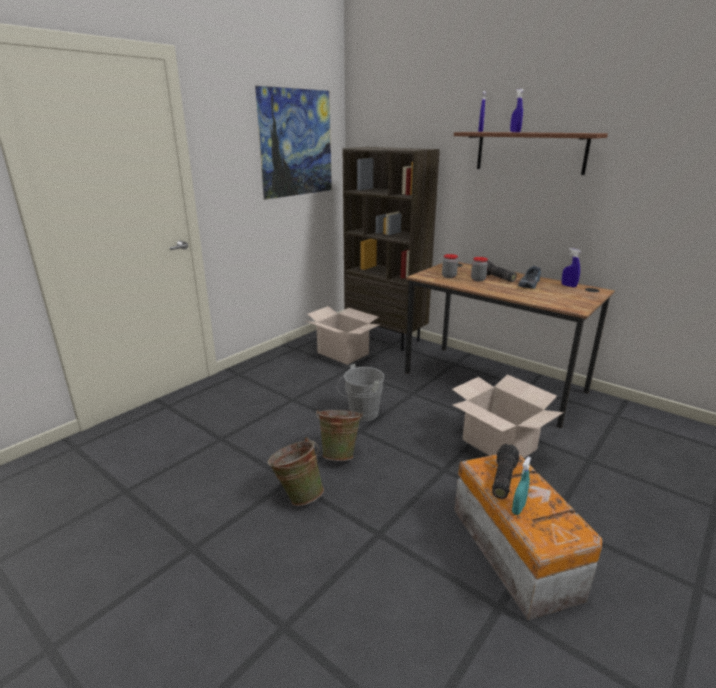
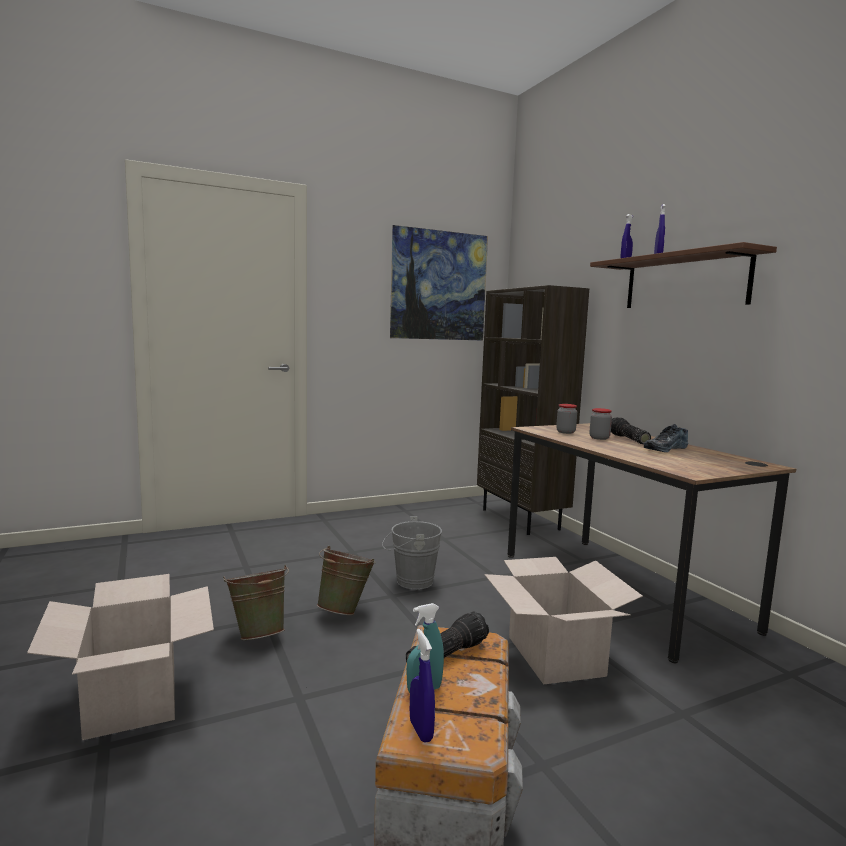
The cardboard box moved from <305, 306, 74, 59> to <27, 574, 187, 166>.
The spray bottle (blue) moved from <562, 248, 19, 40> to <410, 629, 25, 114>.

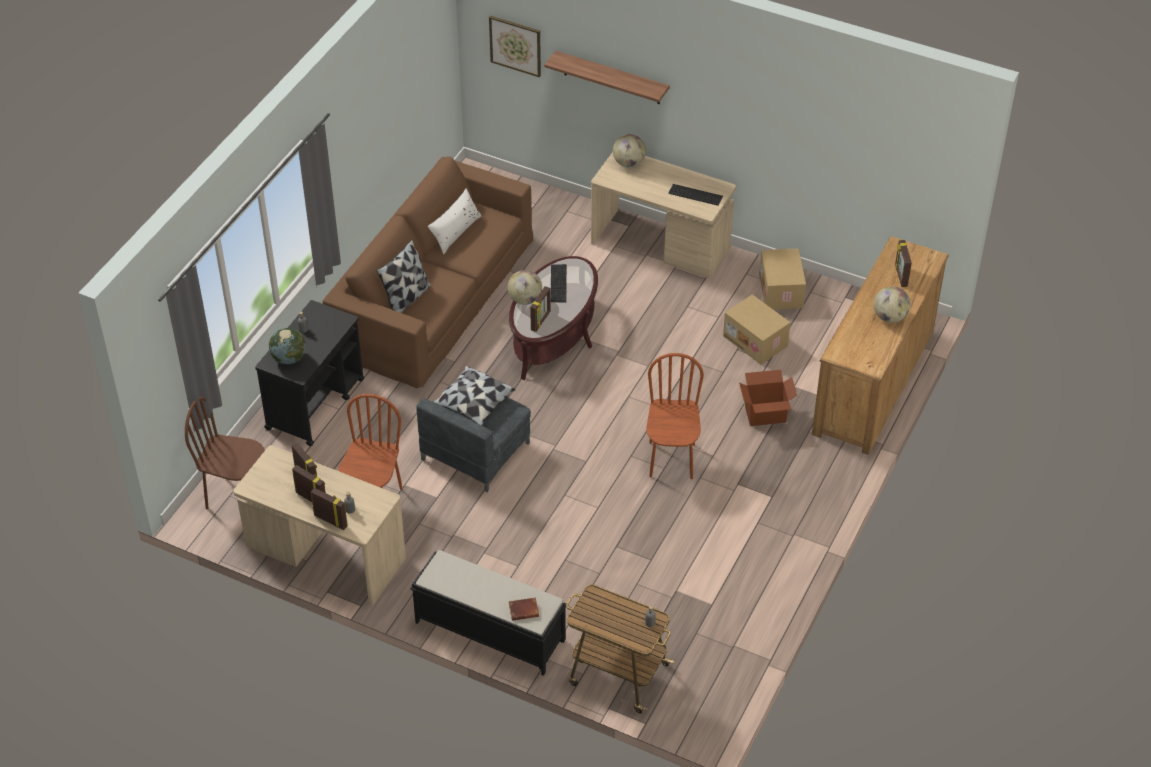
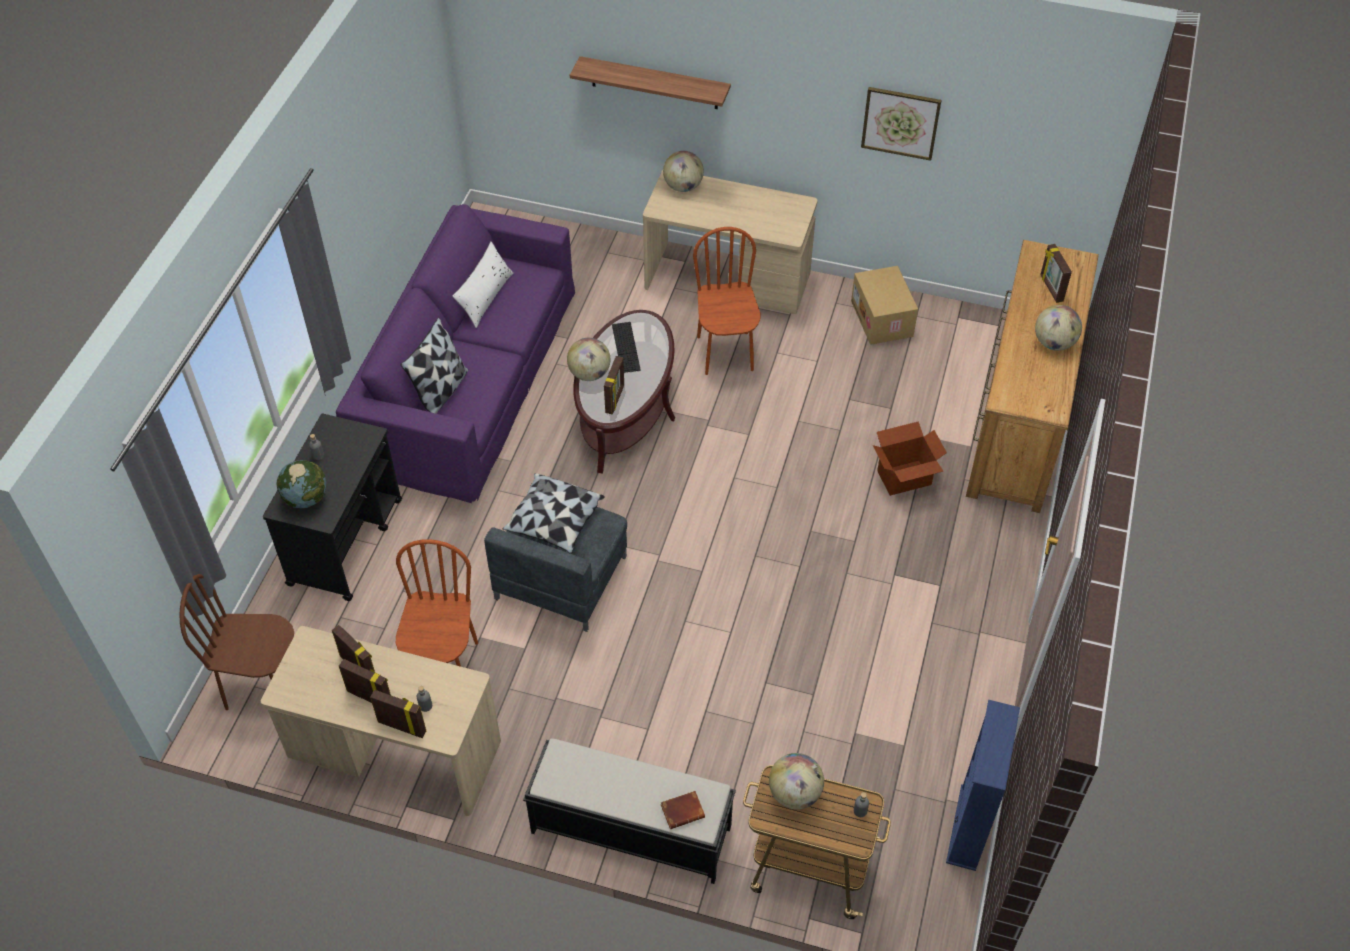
The sofa (brown) at <322, 156, 211, 233> became the sofa (purple) at <336, 204, 239, 299>.
The picture moved from <489, 15, 52, 62> to <861, 87, 81, 74>.
The chair (brown) moved from <646, 353, 58, 126> to <693, 227, 67, 148>.
The keyboard at <668, 184, 55, 22> disappeared.
The cardboard box at <723, 294, 67, 71> disappeared.
The globe at <769, 753, 55, 56> appeared.
The bookcase (blue) at <946, 700, 74, 171> appeared.

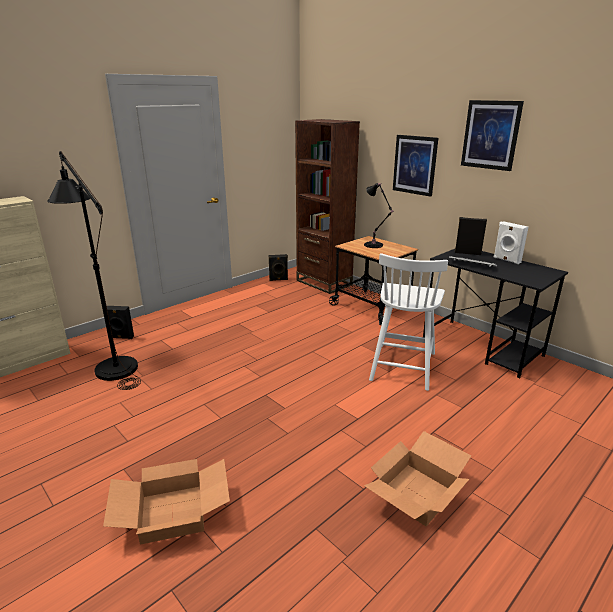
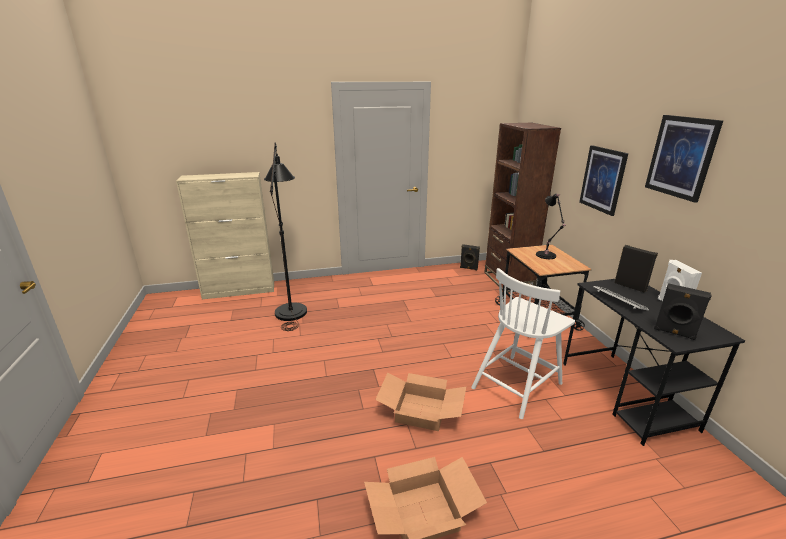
The cardboard box moved from <103, 459, 127, 85> to <375, 373, 91, 58>.
The speaker (black) moved from <107, 306, 27, 33> to <654, 283, 58, 57>.

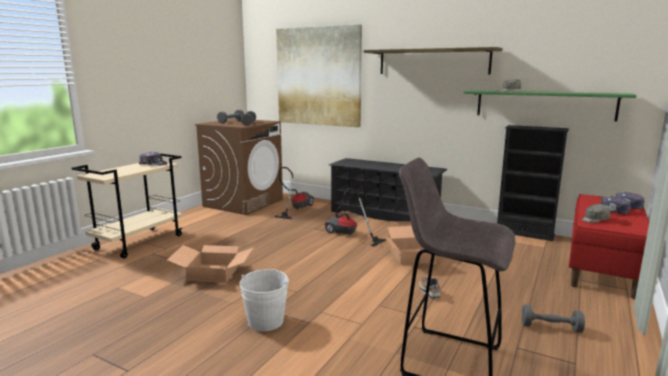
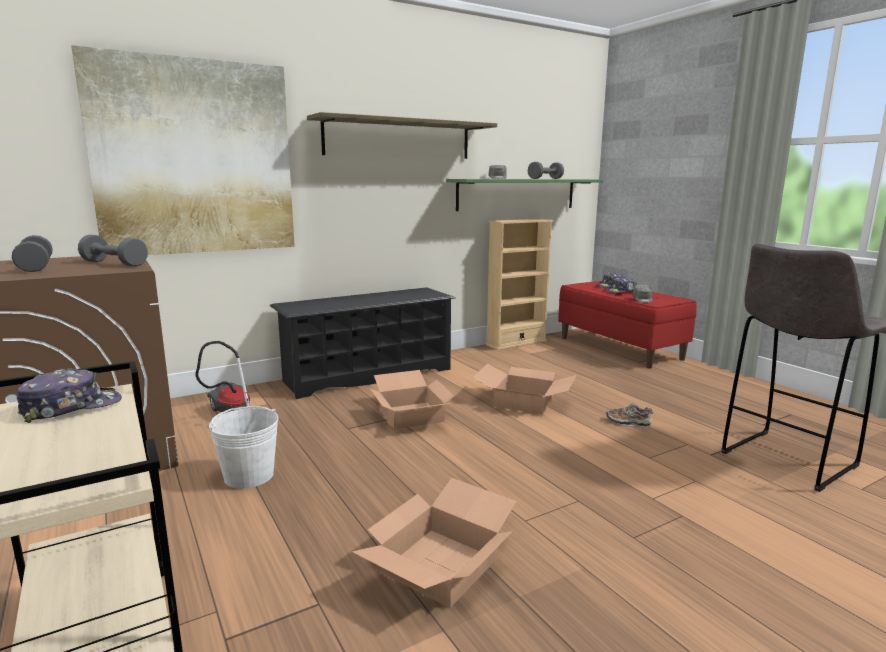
The bucket (white) moved from <239, 269, 50, 62> to <209, 406, 70, 83>.
The vacuum cleaner at <325, 188, 61, 59> was replaced by the cardboard box at <370, 370, 84, 59>.
The bookcase (black) at <497, 125, 72, 116> became the bookcase (beige) at <486, 219, 67, 131>.
The dumbbell (grey) moved from <522, 305, 63, 28> to <528, 162, 36, 17>.

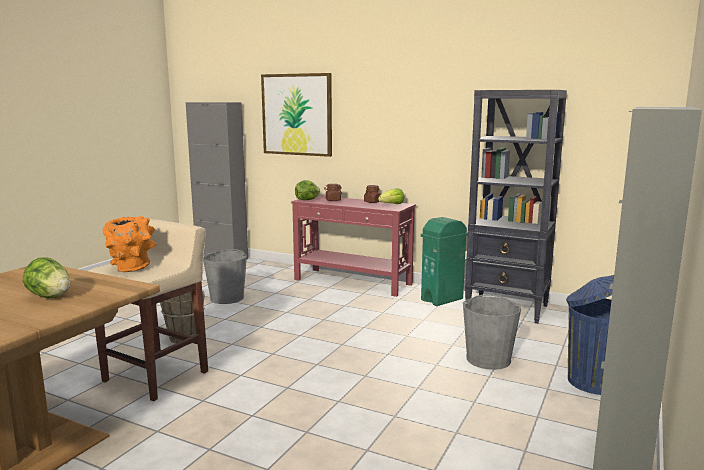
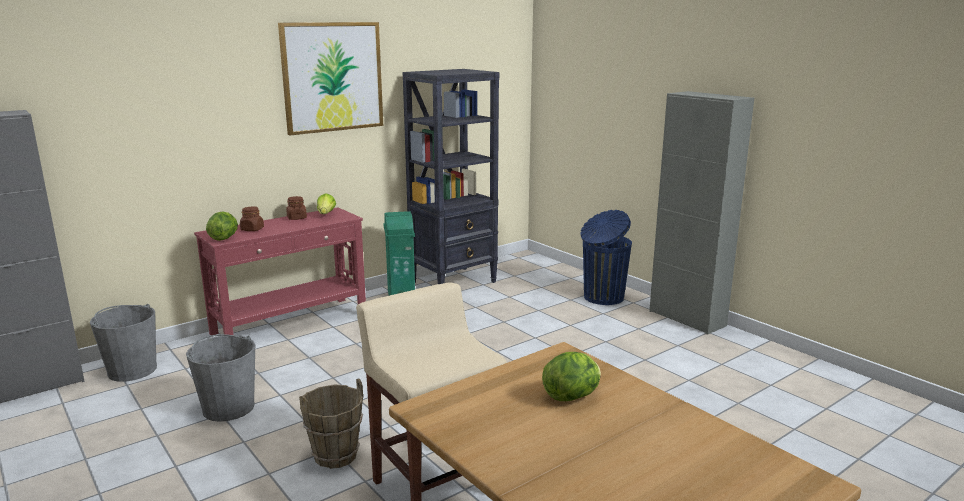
The vase (orange) at <103, 216, 53, 56> disappeared.
The picture moved from <261, 73, 71, 84> to <278, 22, 105, 113>.
The bucket (grey) moved from <463, 294, 58, 76> to <90, 304, 67, 78>.

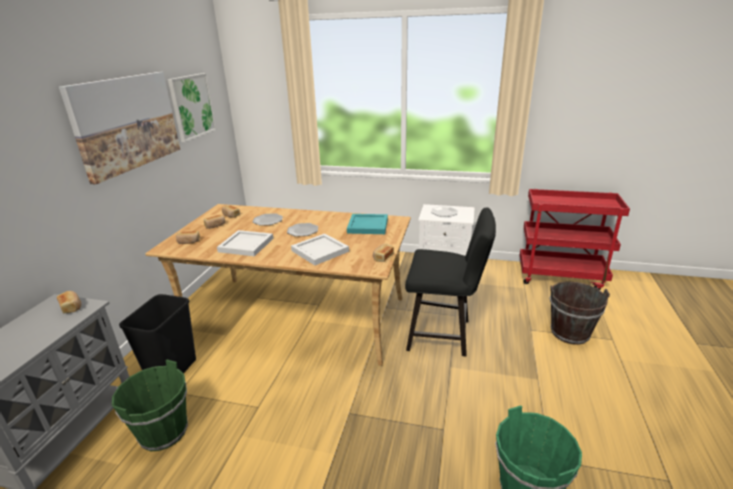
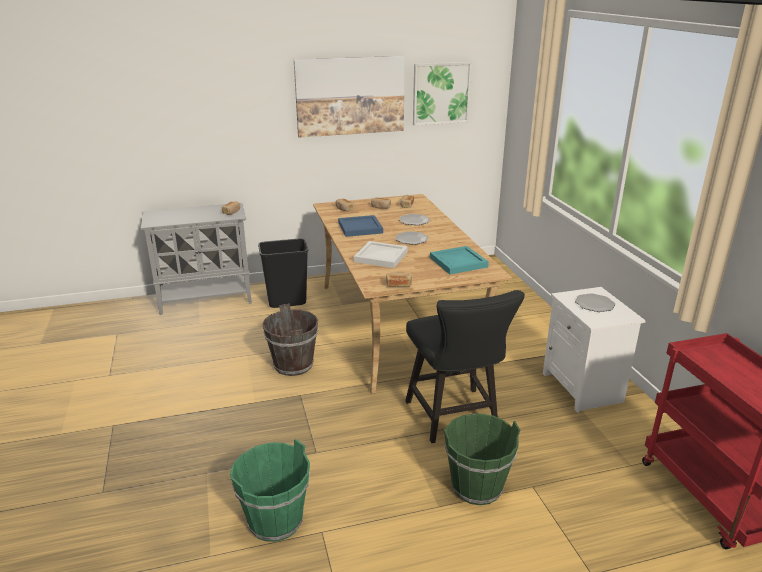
The bucket (green) moved from <112, 359, 76, 92> to <444, 413, 76, 92>.
The tray (white) at <217, 230, 56, 26> became the tray (blue) at <338, 215, 45, 22>.
The bucket (brown) moved from <550, 282, 60, 63> to <262, 304, 57, 72>.

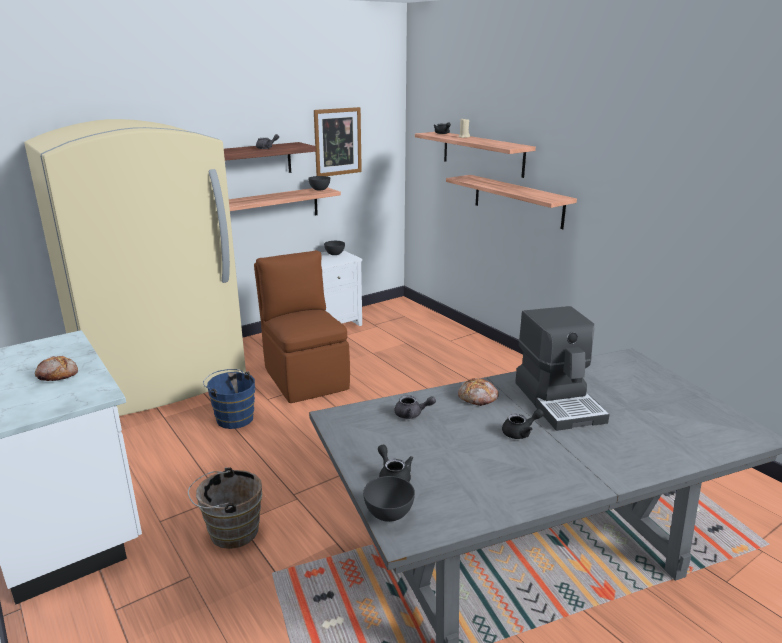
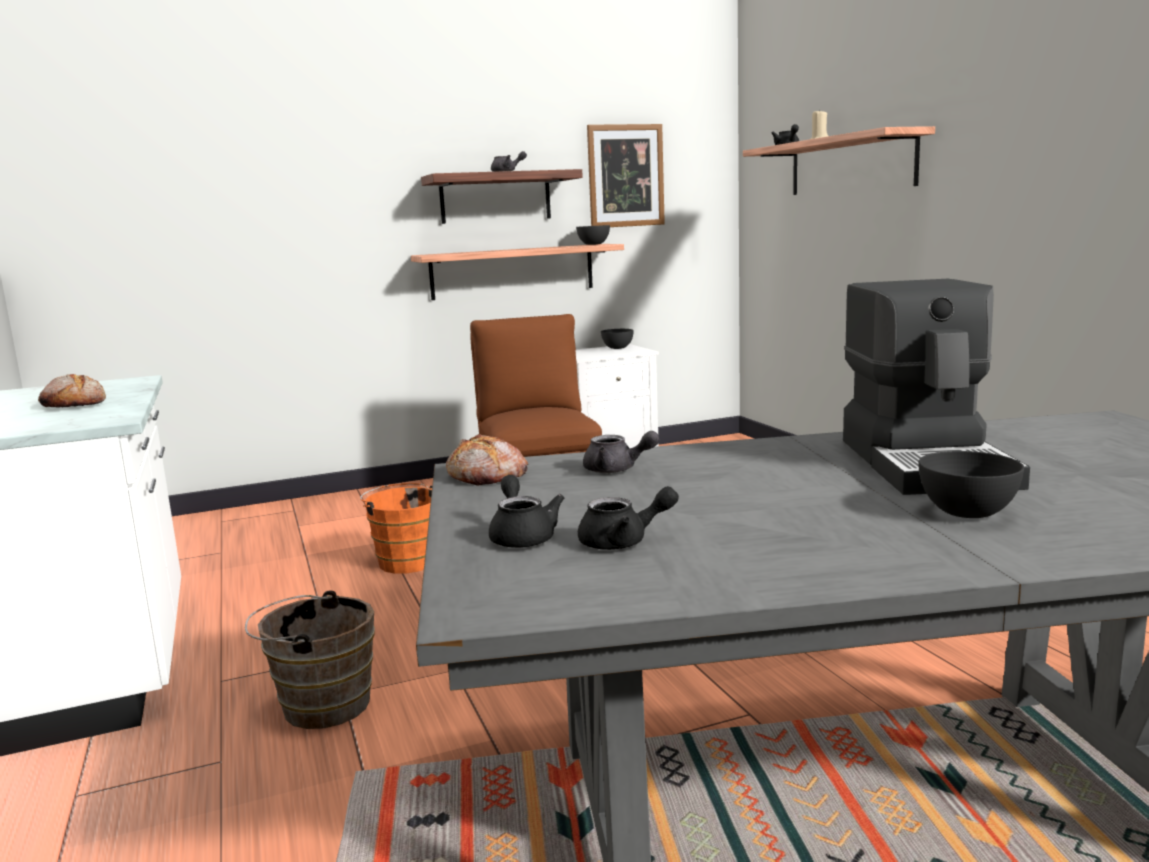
The fridge (beige) at <24, 119, 222, 297> disappeared.
The bucket (blue) at <203, 369, 52, 60> became the bucket (orange) at <360, 483, 72, 91>.
The bowl (grey) moved from <363, 476, 52, 46> to <919, 451, 105, 67>.
The shelf at <446, 175, 131, 54> disappeared.
The bread moved from <458, 378, 41, 28> to <446, 434, 82, 52>.
The teapot (black) moved from <502, 409, 42, 30> to <578, 486, 101, 64>.

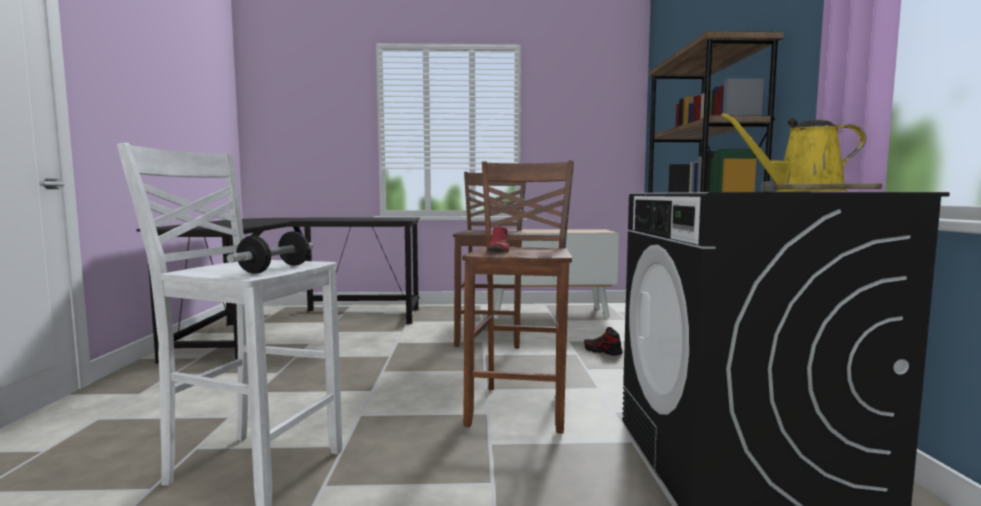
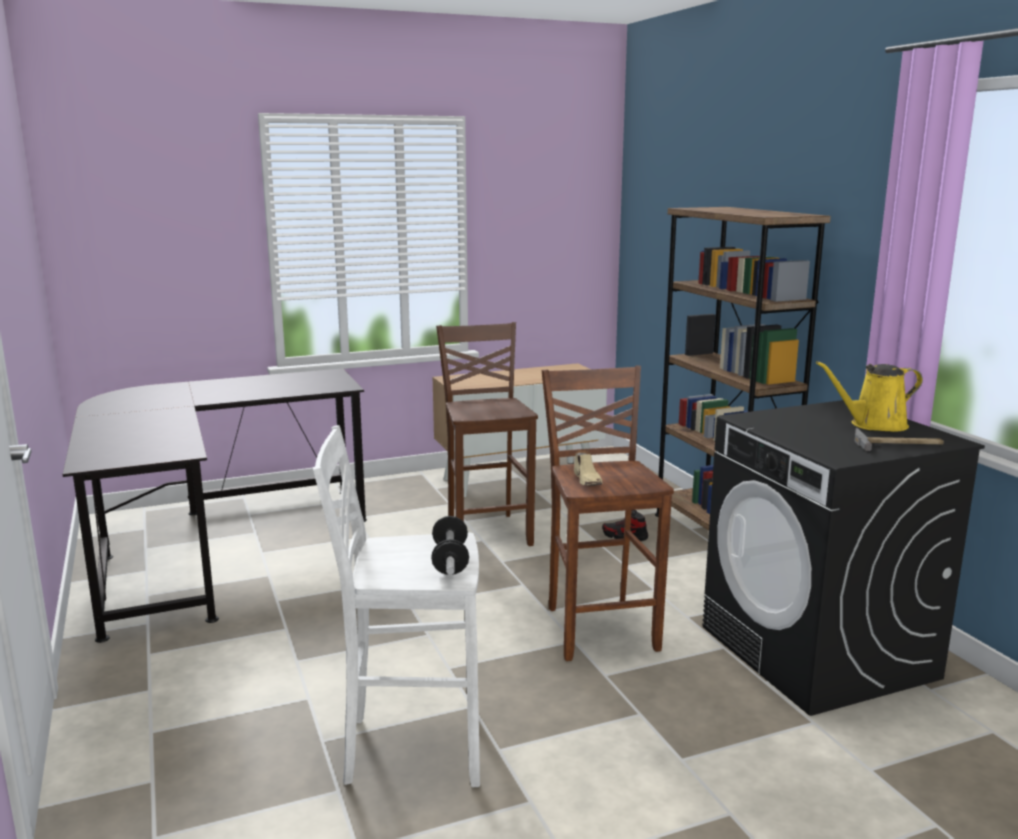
The shoe (red) at <487, 227, 22, 25> became the shoe (beige) at <574, 449, 28, 37>.

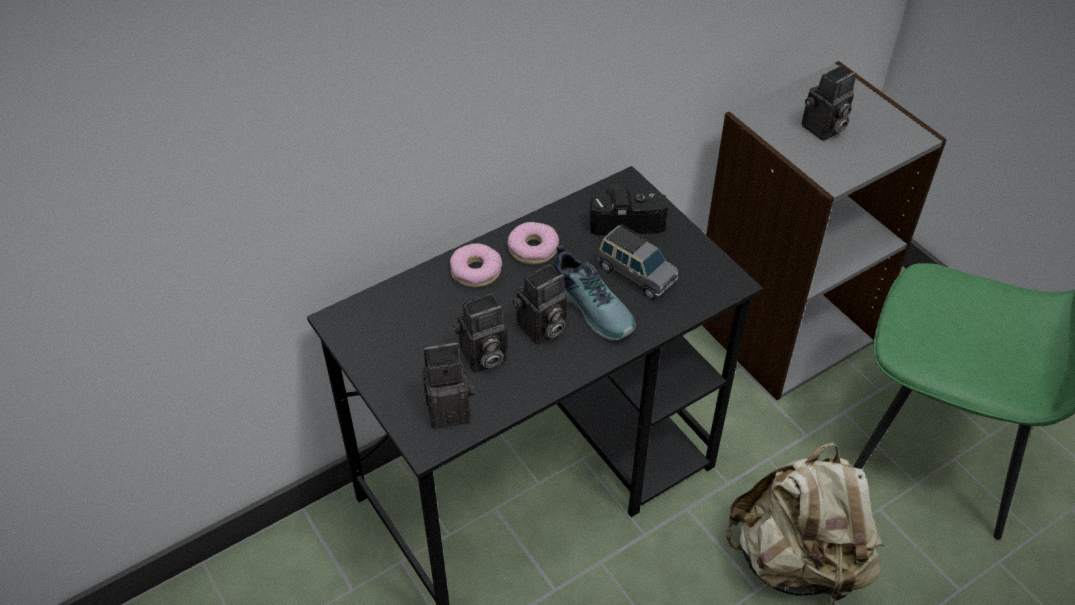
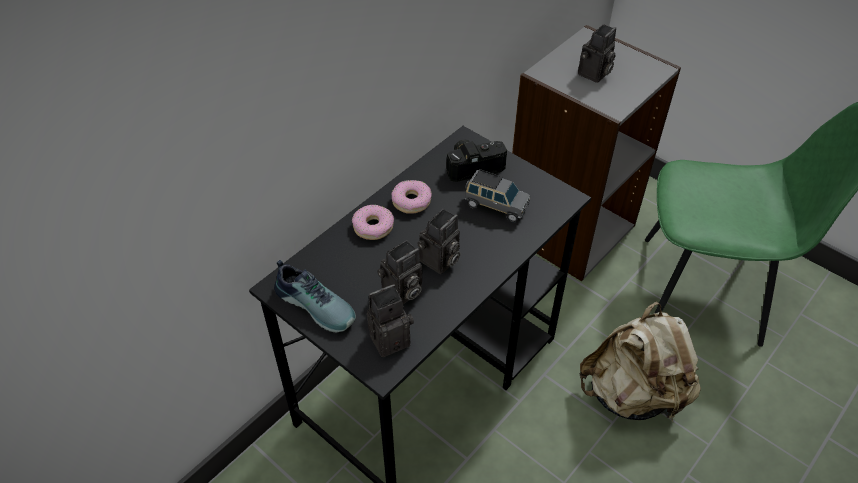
The shoe moved from <553, 245, 83, 95> to <274, 260, 82, 72>.

